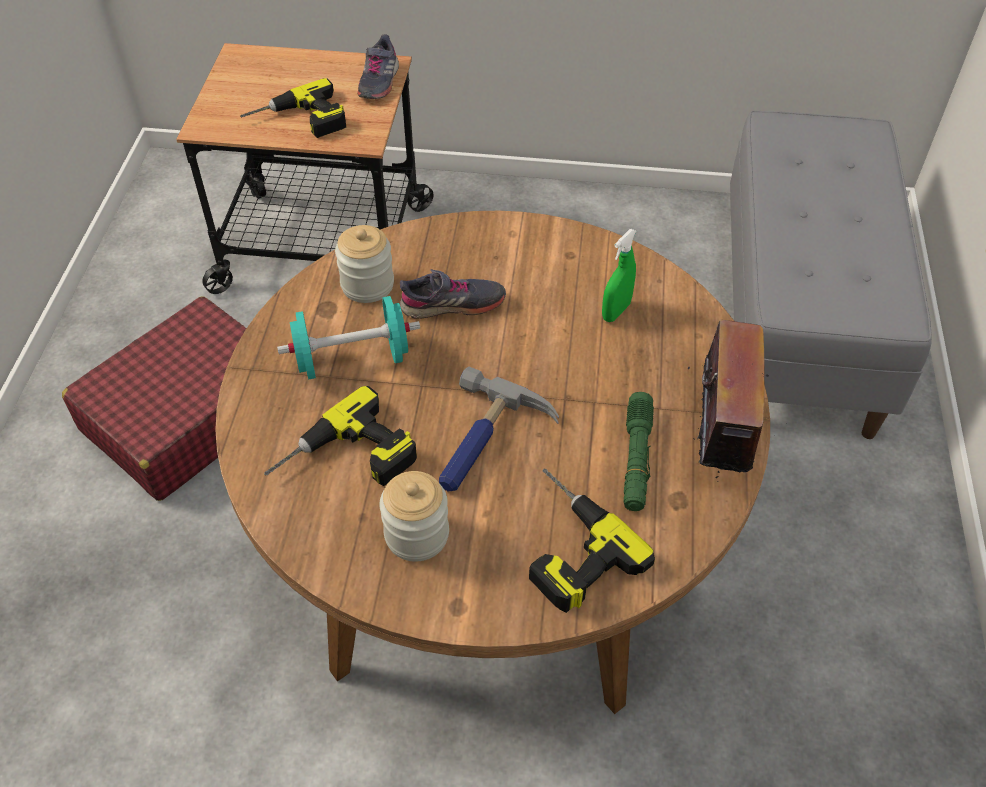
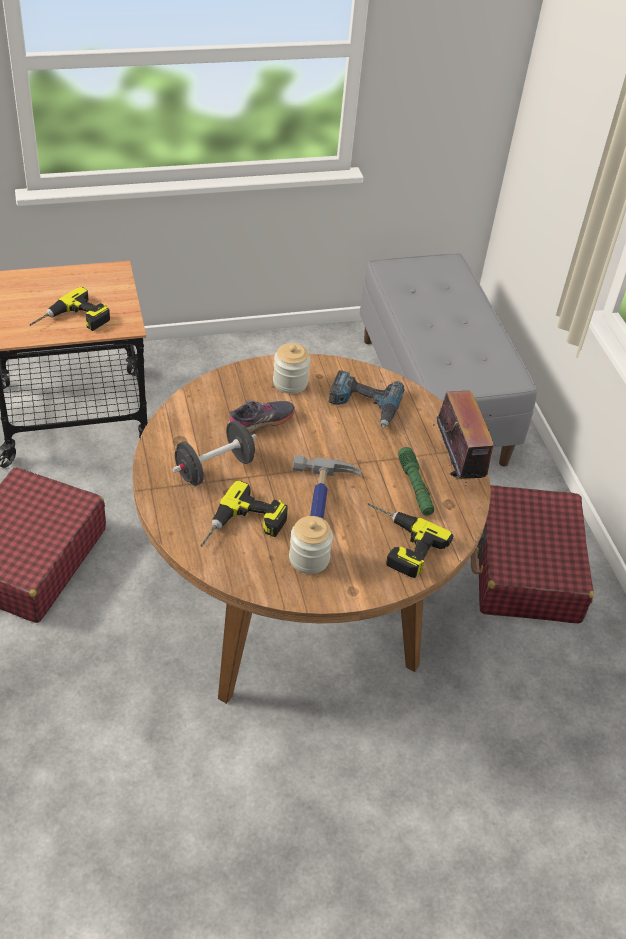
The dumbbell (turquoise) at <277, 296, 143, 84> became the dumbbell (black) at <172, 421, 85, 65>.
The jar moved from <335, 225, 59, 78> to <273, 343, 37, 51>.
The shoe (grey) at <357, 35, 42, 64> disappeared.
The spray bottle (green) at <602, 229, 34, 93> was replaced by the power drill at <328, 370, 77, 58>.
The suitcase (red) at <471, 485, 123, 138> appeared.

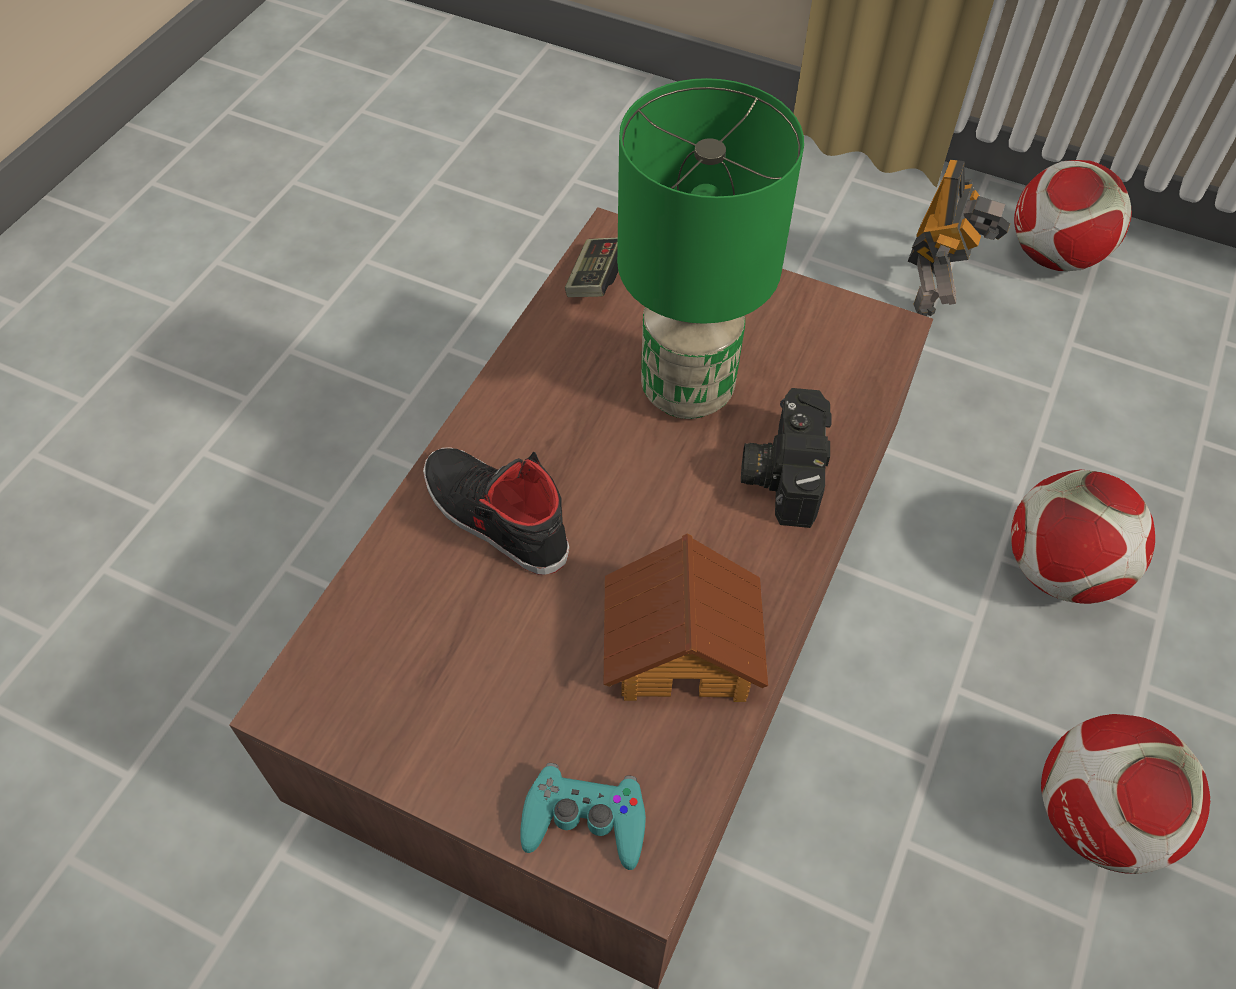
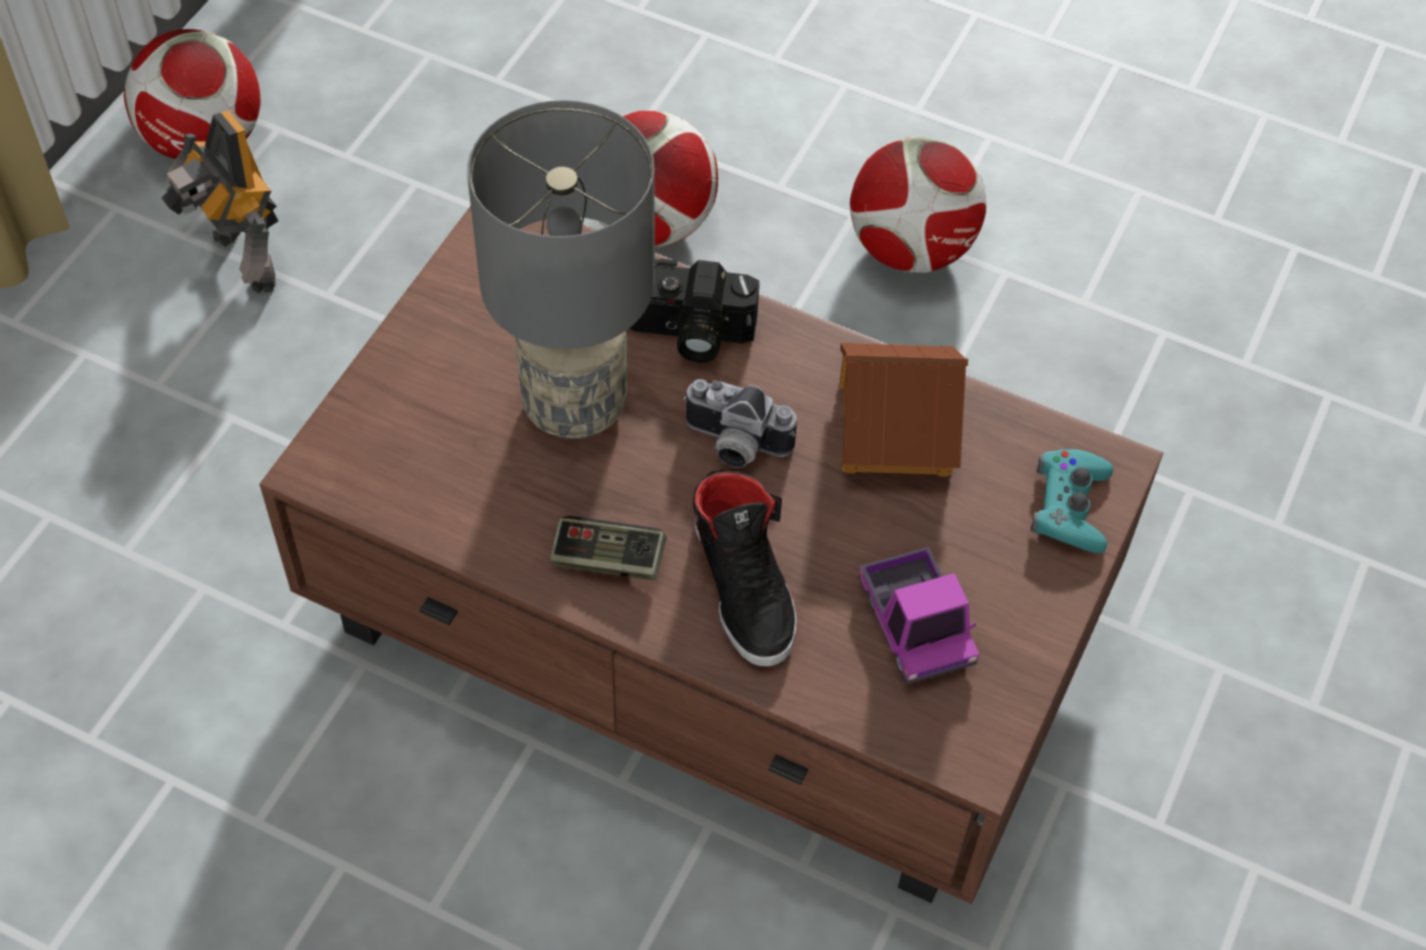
The shoe (black) at <423, 447, 146, 128> turned 60 degrees counterclockwise.
The game controller moved from <565, 238, 53, 59> to <550, 516, 117, 65>.
The table lamp (green) at <617, 78, 187, 341> became the table lamp (grey) at <467, 100, 188, 339>.
The toy robot at <908, 160, 102, 157> turned 150 degrees counterclockwise.
The photo camera at <683, 379, 114, 89> appeared.
The toy truck at <858, 547, 121, 138> appeared.

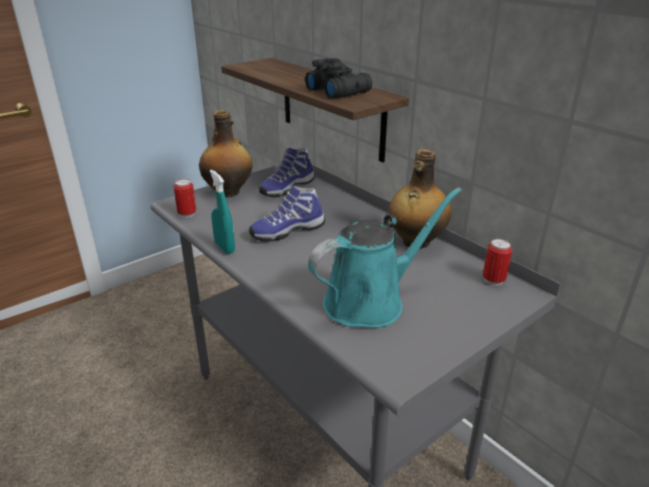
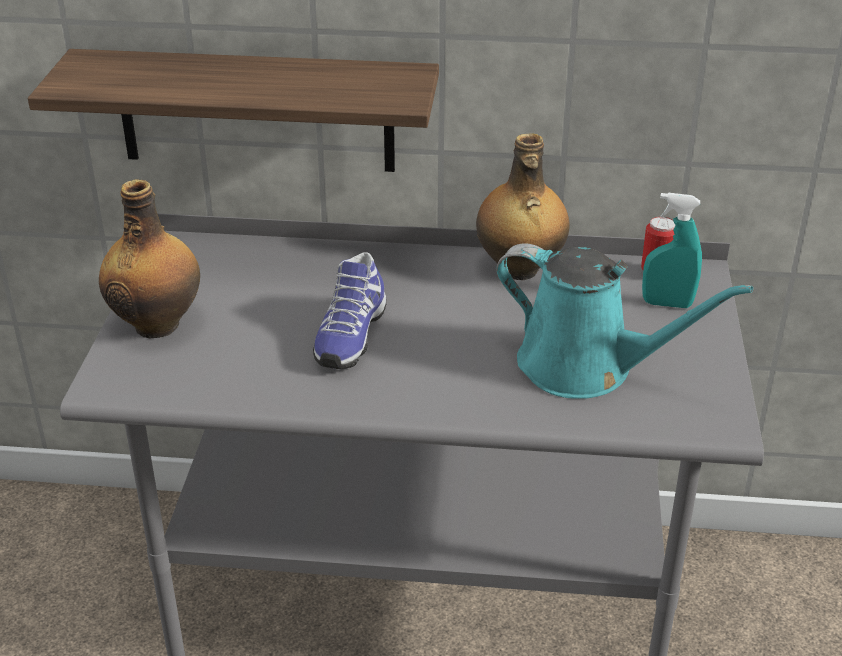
The can at <173, 179, 23, 39> disappeared.
The spray bottle (turquoise) moved from <210, 170, 25, 84> to <642, 193, 60, 115>.
The shoe at <259, 148, 56, 50> disappeared.
The binoculars (black) at <305, 58, 67, 40> disappeared.
The watering can (turquoise) at <308, 187, 154, 141> turned 105 degrees clockwise.

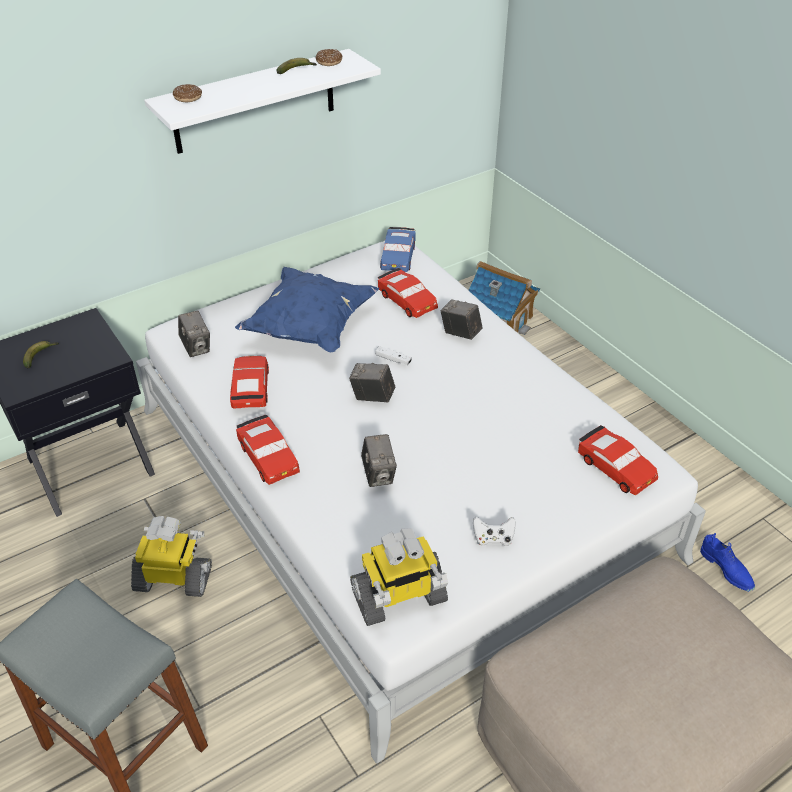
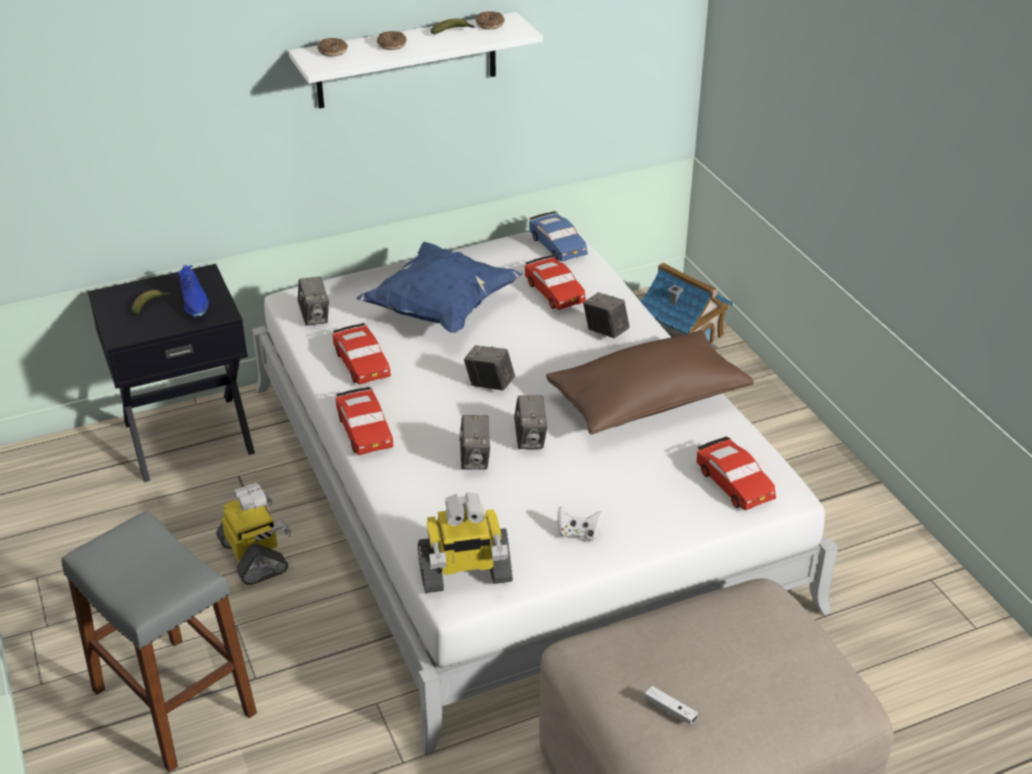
The toy robot at <131, 516, 81, 81> turned 45 degrees clockwise.
The toy car (red) at <230, 356, 39, 52> turned 150 degrees clockwise.
The game controller (white) moved from <375, 346, 37, 19> to <645, 686, 53, 39>.
The toy car (blue) at <380, 227, 36, 45> turned 45 degrees counterclockwise.
The shoe (blue) moved from <700, 533, 55, 59> to <178, 265, 31, 52>.
The donut at <377, 31, 30, 19> appeared.
The photo camera at <514, 395, 33, 54> appeared.
The pillow (brown) at <546, 330, 208, 104> appeared.

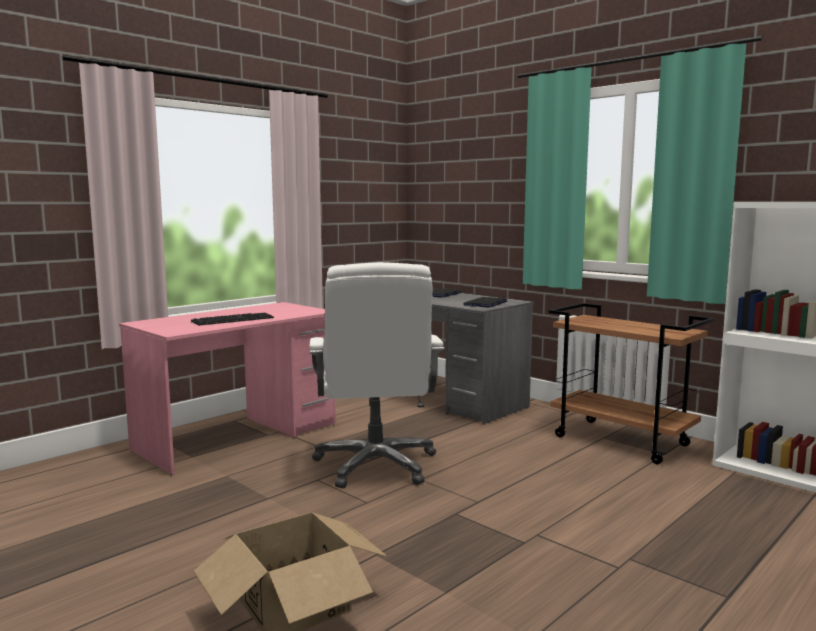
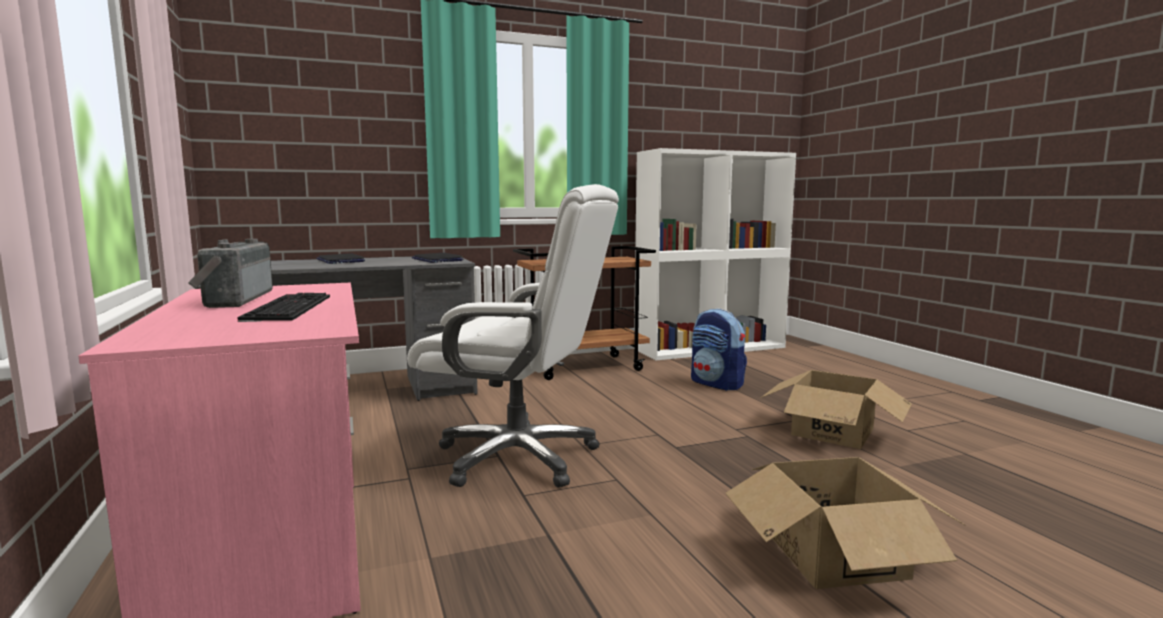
The radio at <188, 239, 85, 69> appeared.
The backpack at <691, 309, 56, 82> appeared.
The cardboard box at <761, 370, 151, 79> appeared.

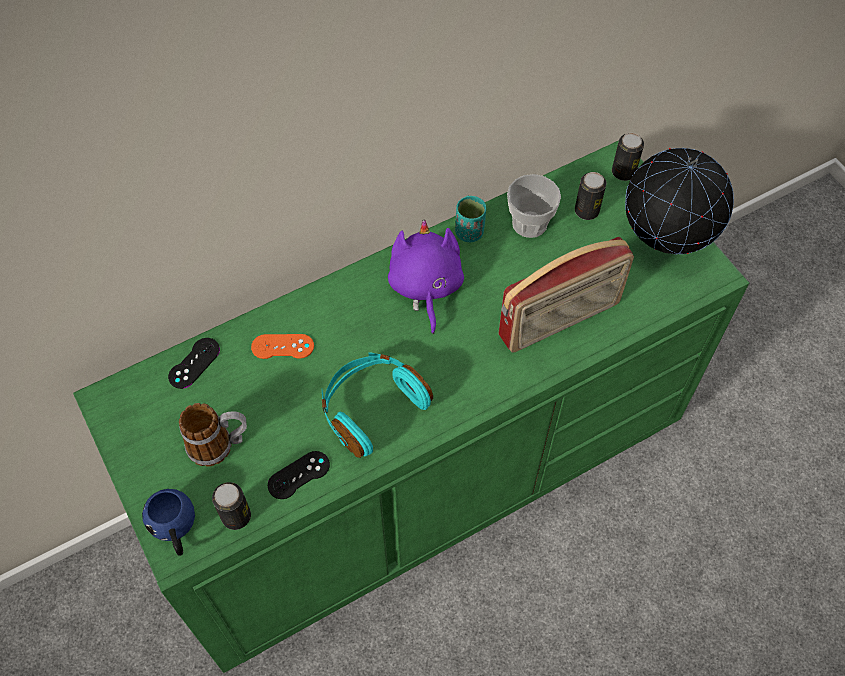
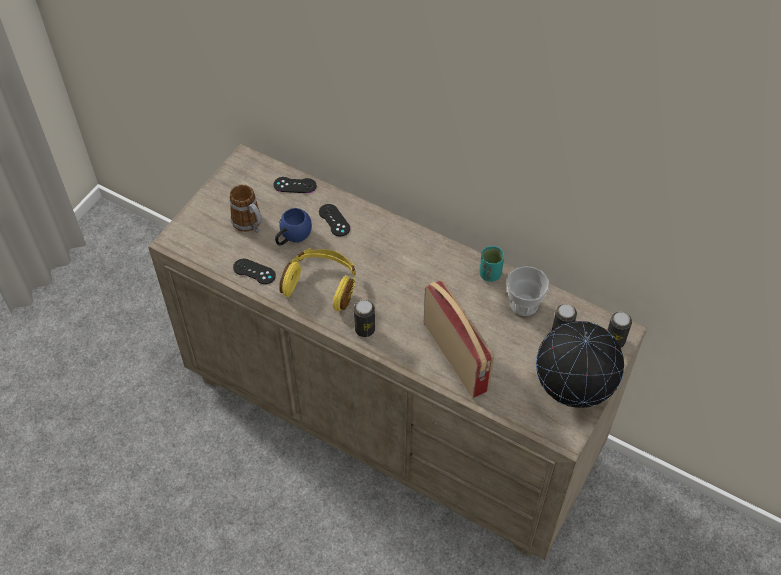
The dresser (green) at <73, 140, 676, 533> became the dresser (beige) at <148, 144, 499, 416>.
The mug (blue) moved from <142, 489, 53, 67> to <275, 208, 37, 37>.
The can moved from <212, 482, 39, 48> to <354, 300, 21, 37>.
The game controller (orange) at <251, 334, 63, 25> became the game controller (black) at <319, 204, 31, 32>.
The headphones (turquoise) at <322, 352, 111, 106> became the headphones (yellow) at <279, 248, 77, 63>.
The plush toy (purple) at <388, 220, 76, 114> disappeared.
The radio at <498, 237, 136, 116> turned 150 degrees counterclockwise.

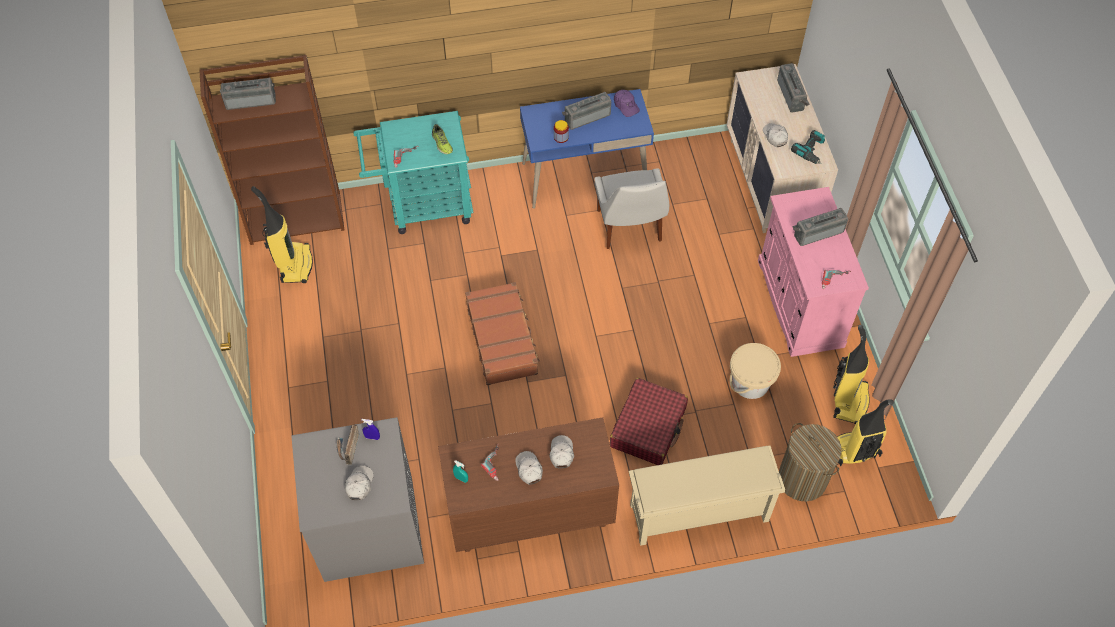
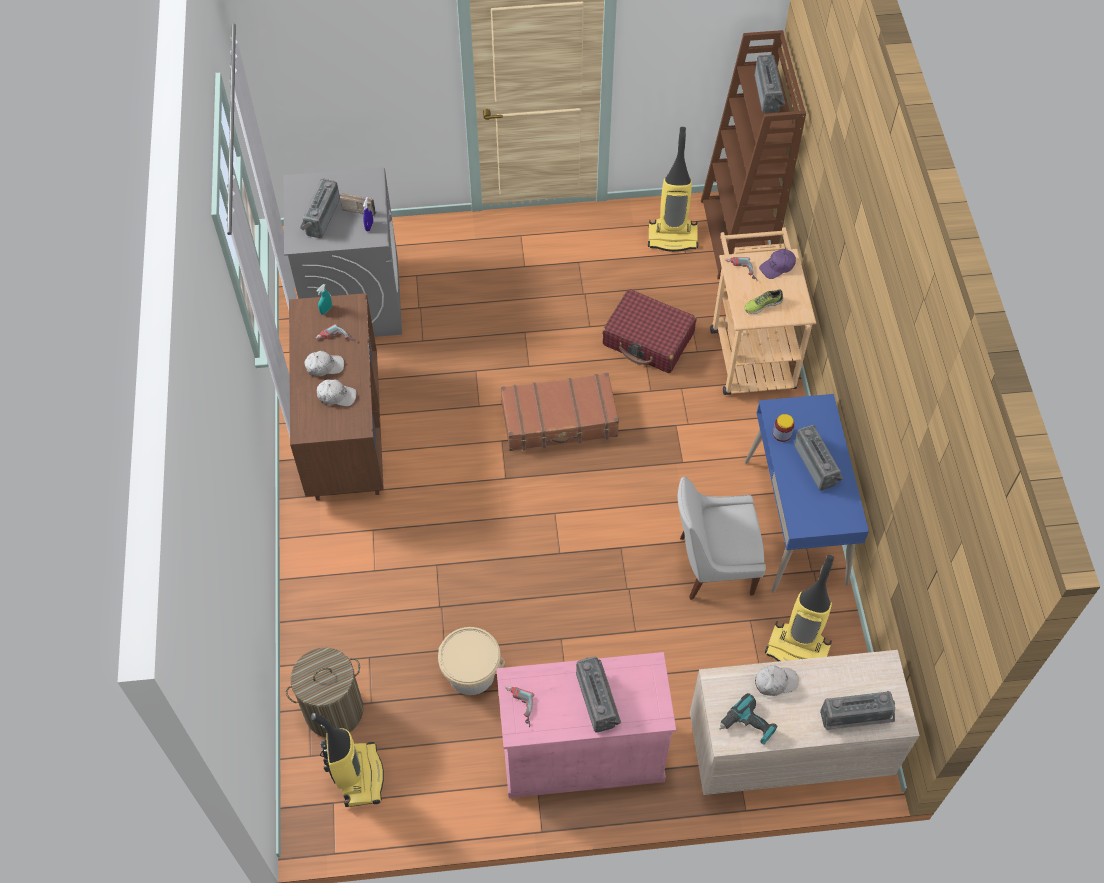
The cap (white) at <345, 466, 29, 34> was replaced by the radio at <300, 179, 40, 59>.
The cart (turquoise) at <353, 111, 121, 123> became the cart (beige) at <710, 227, 106, 168>.
The suitcase (red) moved from <610, 378, 78, 87> to <602, 289, 95, 84>.
The cap (purple) moved from <614, 90, 26, 27> to <759, 249, 37, 30>.
The shoe rack (beige) at <629, 446, 156, 100> disappeared.
The vacuum cleaner moved from <833, 325, 37, 100> to <765, 555, 69, 106>.

